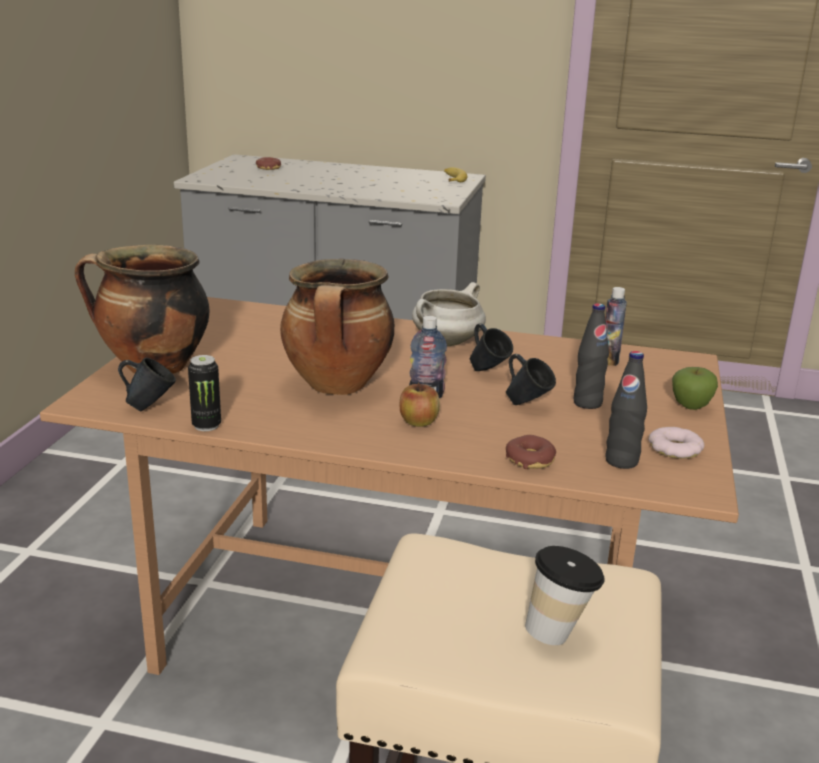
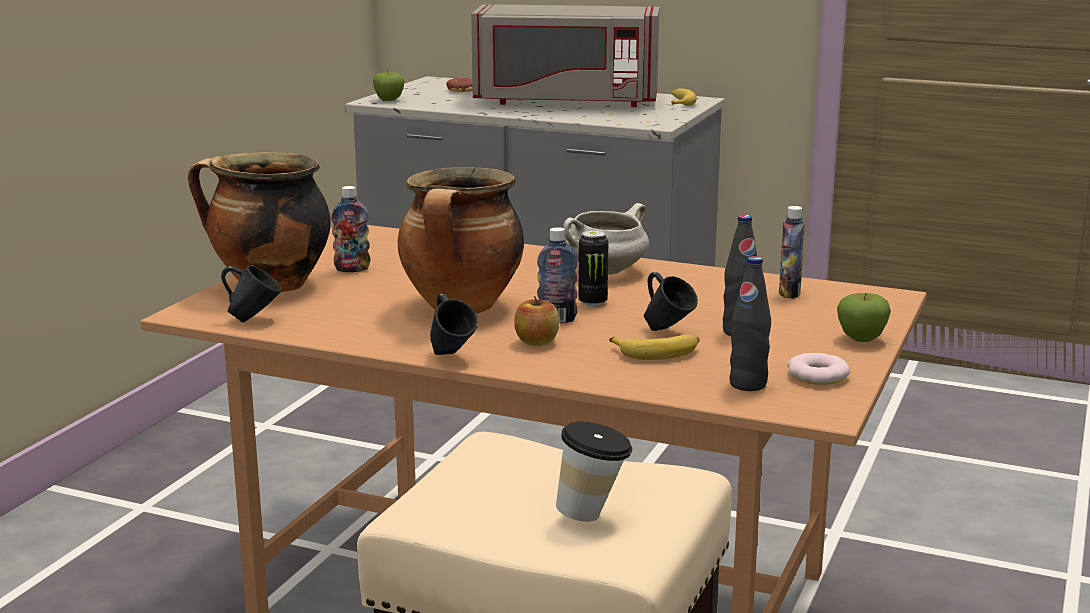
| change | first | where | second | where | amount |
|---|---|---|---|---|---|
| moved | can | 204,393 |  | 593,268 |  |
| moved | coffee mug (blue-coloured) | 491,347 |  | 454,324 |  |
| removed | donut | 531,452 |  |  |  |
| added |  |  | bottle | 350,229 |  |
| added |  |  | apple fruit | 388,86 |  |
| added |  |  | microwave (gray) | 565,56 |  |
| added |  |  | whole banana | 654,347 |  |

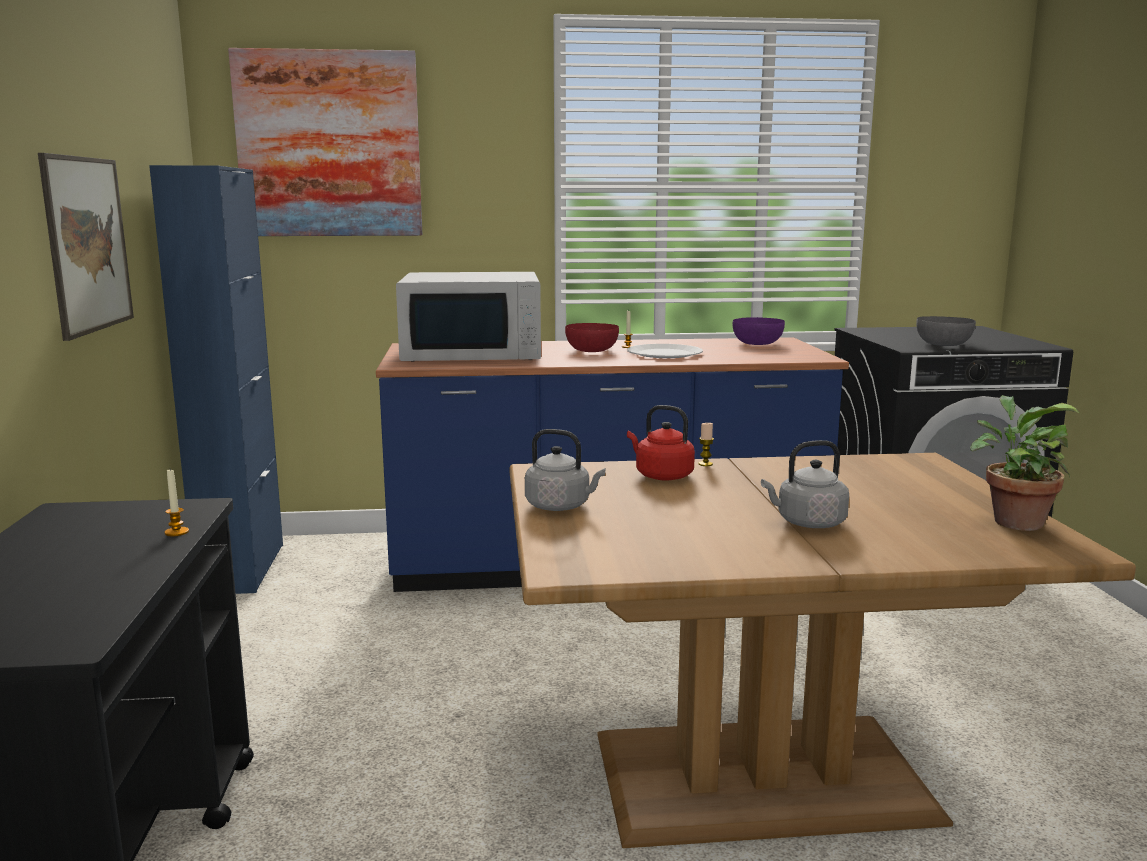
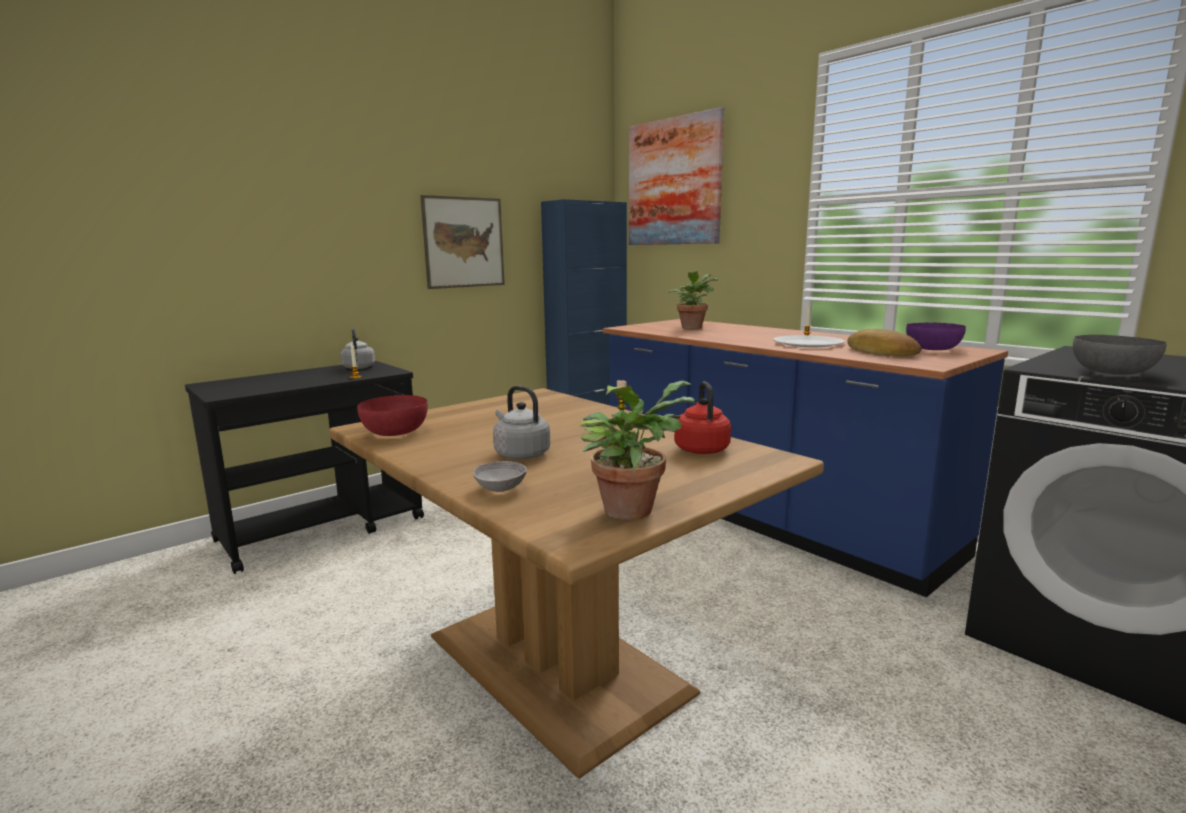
| change | first | where | second | where | amount |
|---|---|---|---|---|---|
| replaced | microwave (whitish) | 468,316 | plant in a pot | 693,300 |  |
| moved | tea kettle (gray) | 565,470 |  | 357,348 |  |
| moved | serving bowl (red-coloured) | 592,337 |  | 392,415 |  |
| moved | tea kettle (red-coloured) | 661,443 |  | 702,417 |  |
| added |  |  | serving bowl (gray) | 500,476 |  |
| added |  |  | baked bread | 884,342 |  |

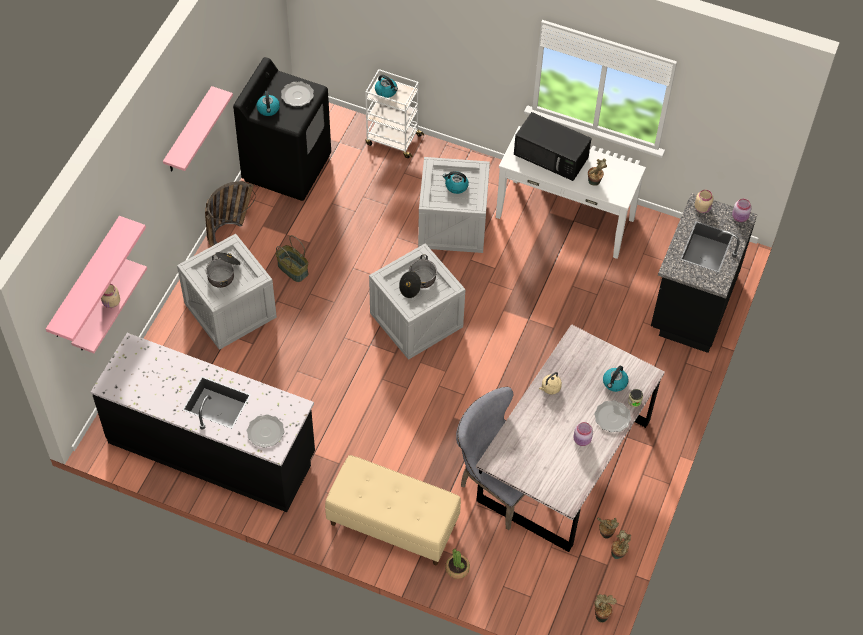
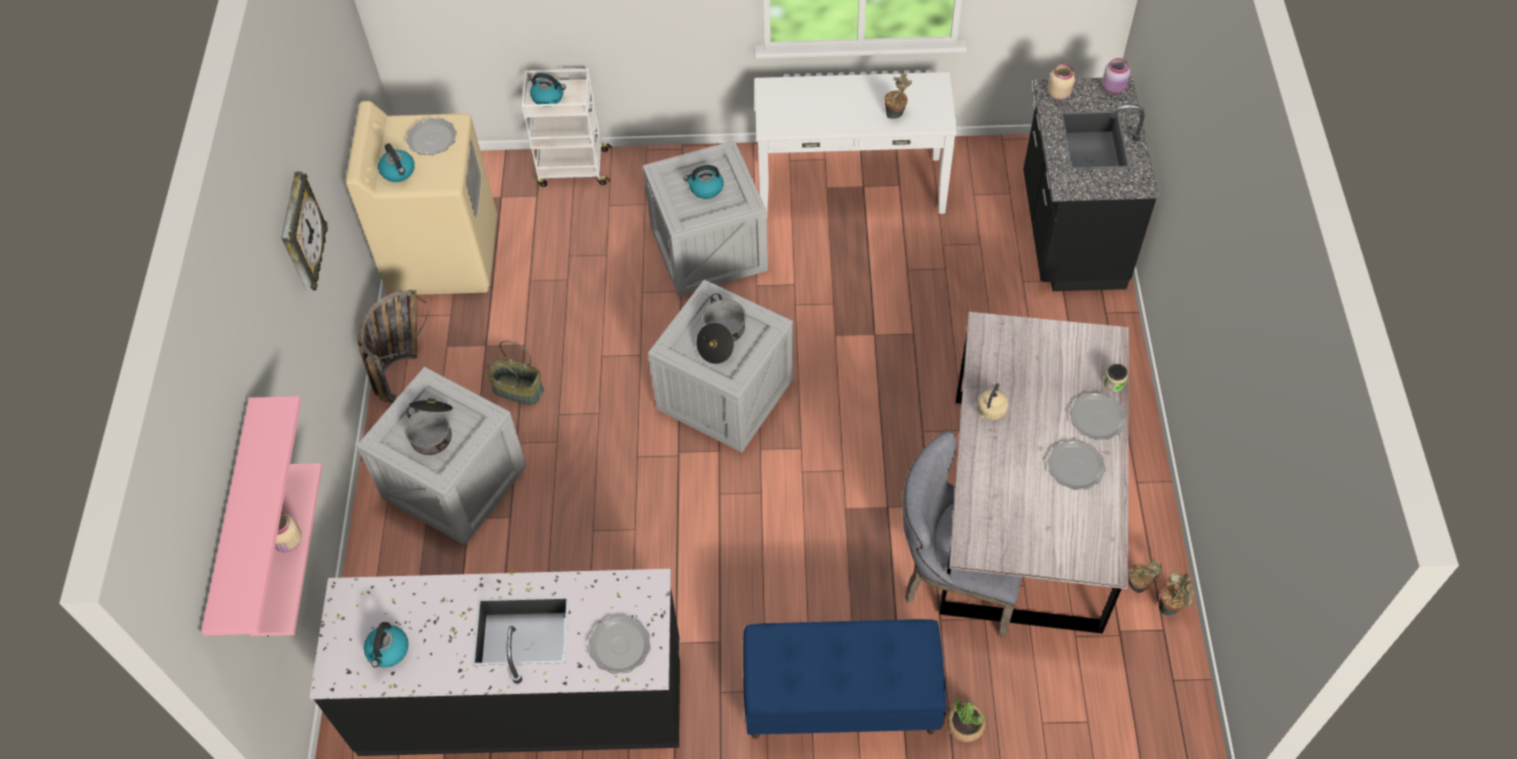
| change | first | where | second | where | amount |
|---|---|---|---|---|---|
| replaced | shelf (pinkish) | 198,129 | wall clock | 304,231 |  |
| recoloured | laundry appliance (black-coloured) | 282,129 | laundry appliance (beige) | 421,198 |  |
| recoloured | bench (beige) | 393,510 | bench (blue-coloured) | 844,679 |  |
| removed | microwave (black-coloured) | 553,146 |  |  |  |
| replaced | jar (pinkish) | 583,434 | flat dish | 1076,465 |  |
| removed | plant in a pot | 606,608 |  |  |  |
| moved | tea kettle | 616,378 |  | 386,645 |  |

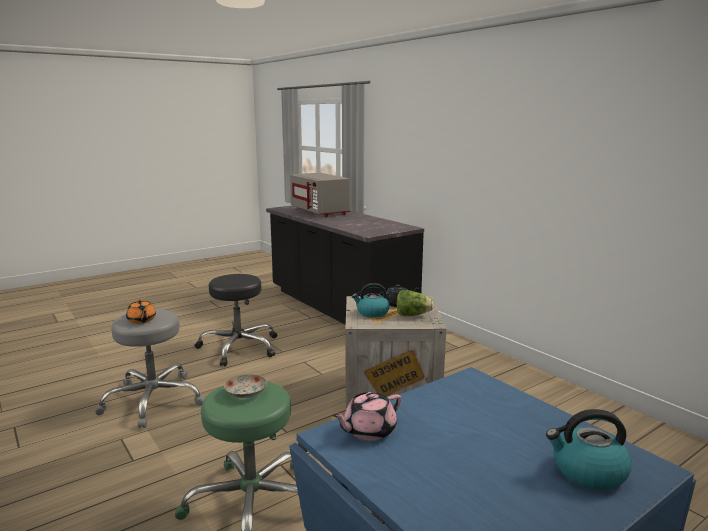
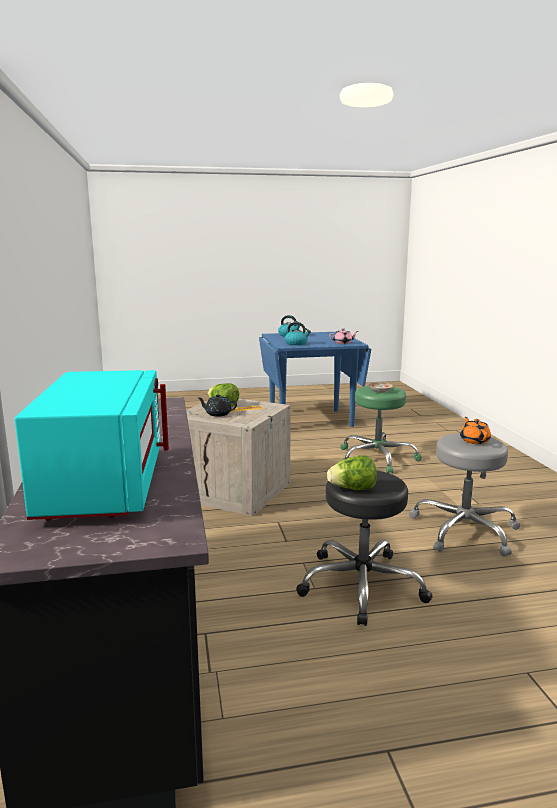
| change | first | where | second | where | amount |
|---|---|---|---|---|---|
| recoloured | microwave (gray) | 320,195 | microwave (turquoise-coloured) | 92,445 |  |
| moved | tea kettle | 371,300 |  | 298,333 |  |
| added |  |  | head of lettuce | 352,472 |  |

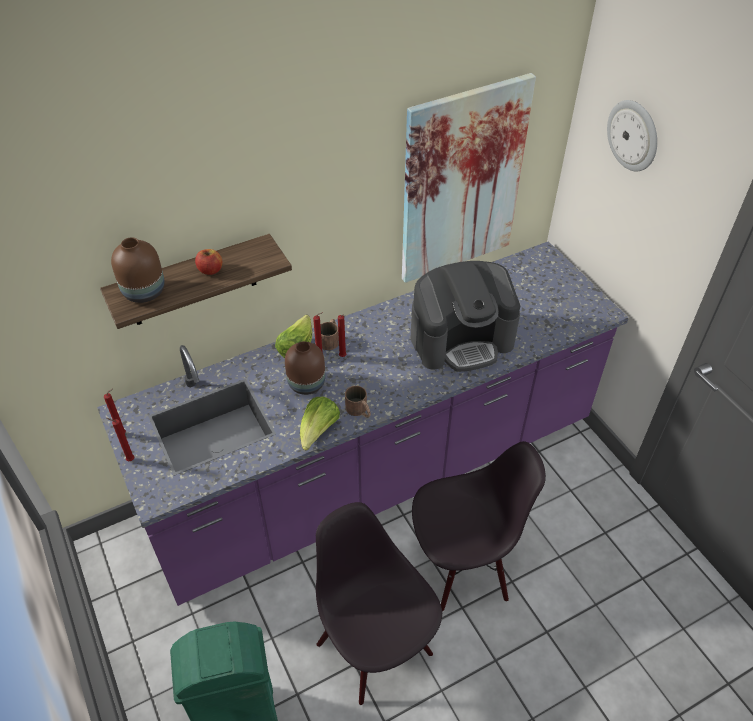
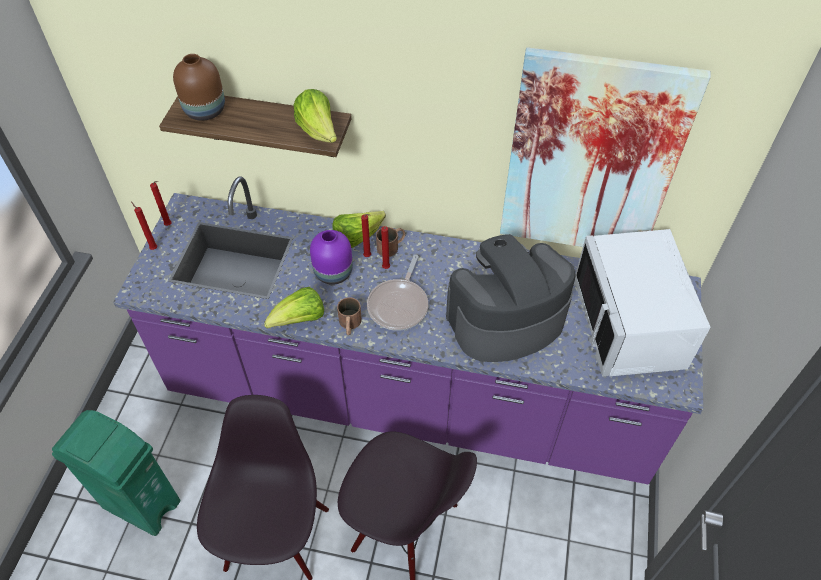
| change | first | where | second | where | amount |
|---|---|---|---|---|---|
| removed | apple fruit | 208,262 |  |  |  |
| recoloured | decorative vase (brownish) | 305,368 | decorative vase (purple-coloured) | 331,257 |  |
| turned | coffee maker | 465,316 |  | 510,298 | 135 degrees clockwise |
| removed | wall clock | 632,135 |  |  |  |
| added |  |  | head of lettuce | 315,116 |  |
| added |  |  | frying pan | 397,293 |  |
| added |  |  | microwave (whitish) | 642,303 |  |

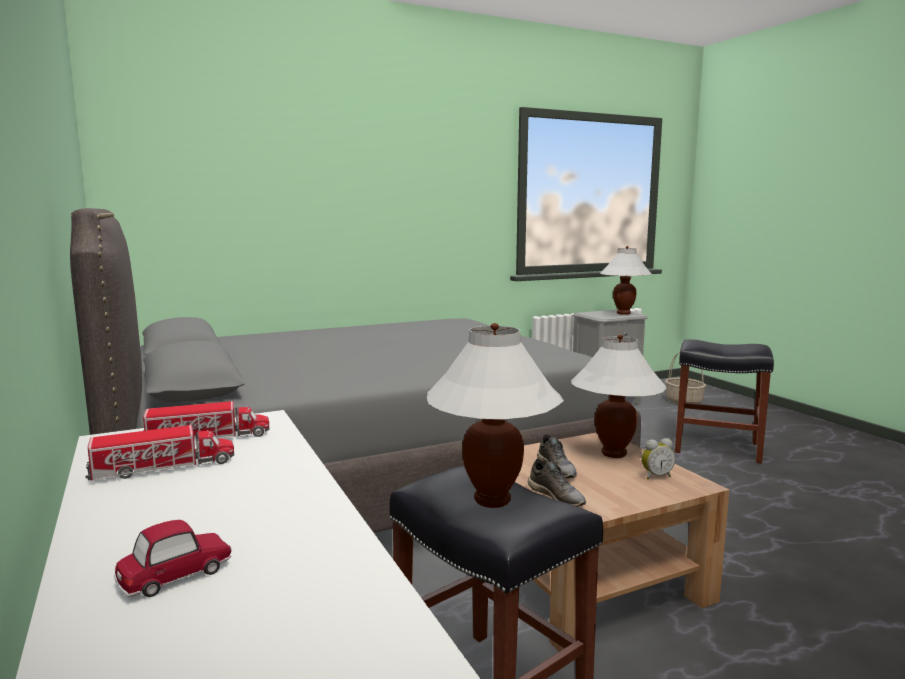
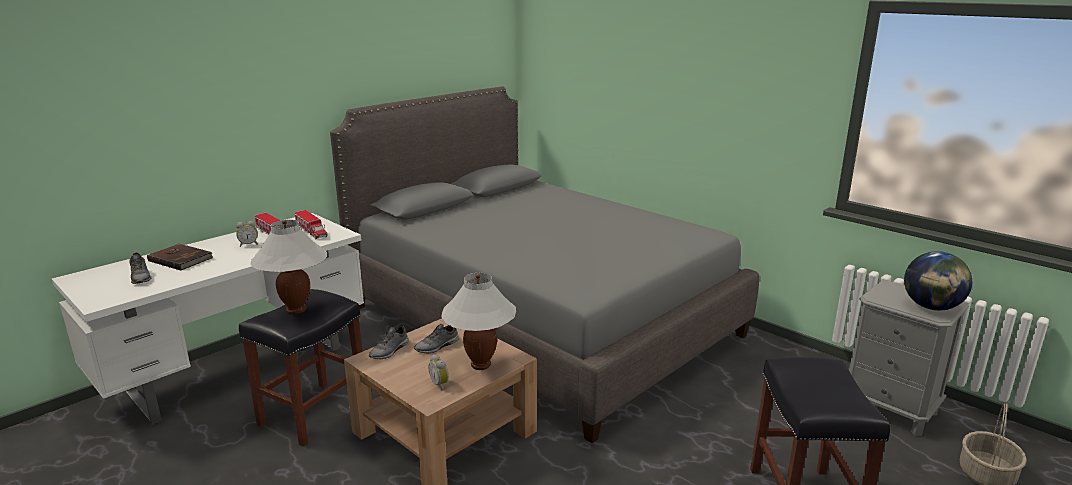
| change | first | where | second | where | amount |
|---|---|---|---|---|---|
| replaced | model car | 173,558 | bound book (brownish) | 180,257 |  |
| replaced | tabletop lamp (whitish) | 626,280 | globe | 938,280 |  |
| added |  |  | item of footwear (gray) | 140,268 |  |
| added |  |  | table clock | 247,234 |  |

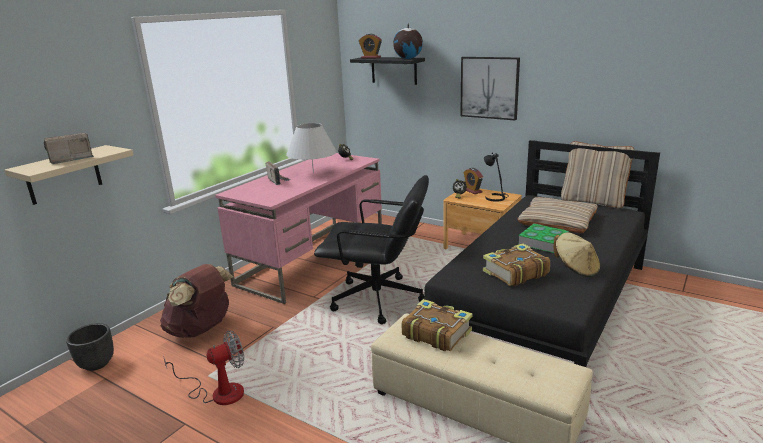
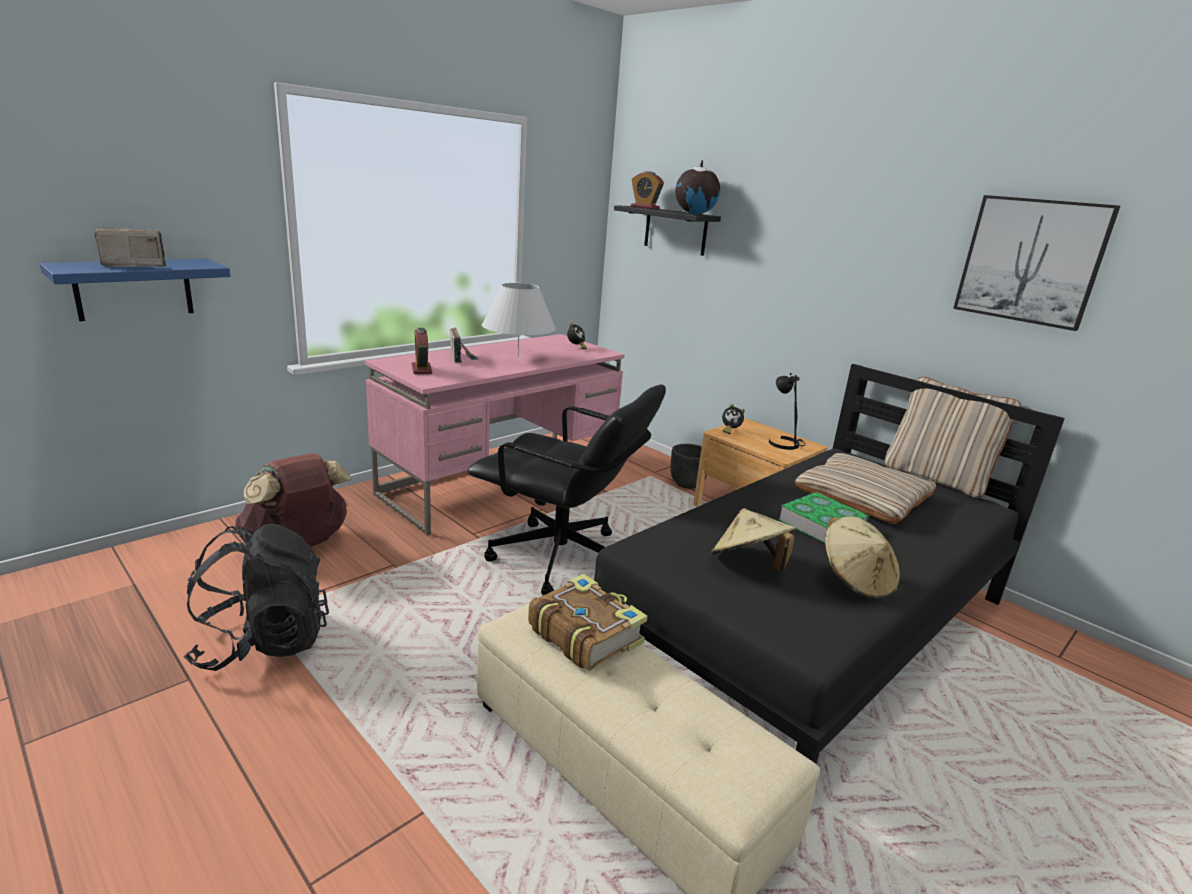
| change | first | where | second | where | amount |
|---|---|---|---|---|---|
| recoloured | shelf (beige) | 69,175 | shelf (blue-coloured) | 135,290 |  |
| moved | flower pot (black-coloured) | 90,347 |  | 689,466 |  |
| replaced | fan | 203,367 | knapsack (black-coloured) | 256,597 |  |
| moved | wall picture | 490,88 |  | 1036,263 |  |
| moved | table clock | 473,181 |  | 422,351 |  |
| replaced | bound book | 516,264 | clothing hat (beige) | 753,539 |  |

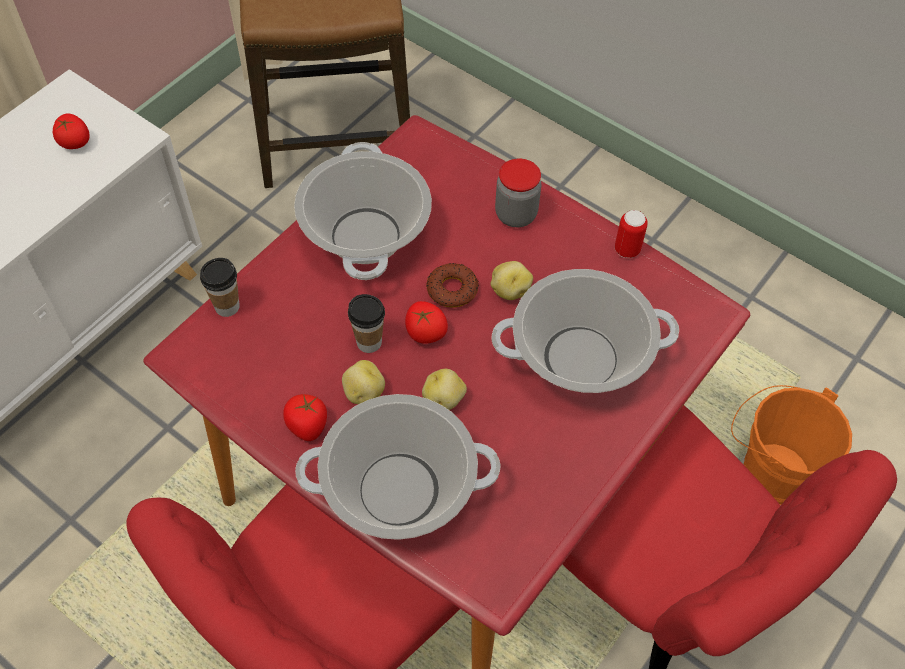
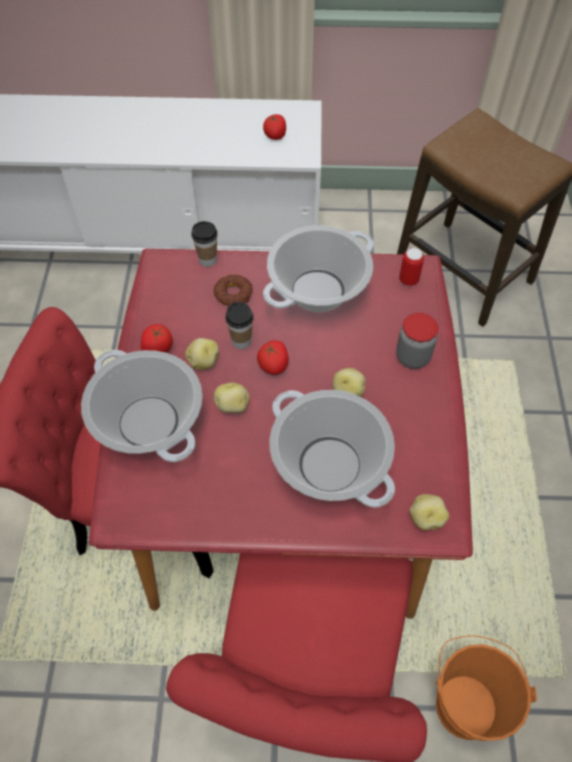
| change | first | where | second | where | amount |
|---|---|---|---|---|---|
| moved | donut | 452,285 |  | 233,290 |  |
| moved | can | 631,234 |  | 411,267 |  |
| added |  |  | potato | 429,512 |  |

